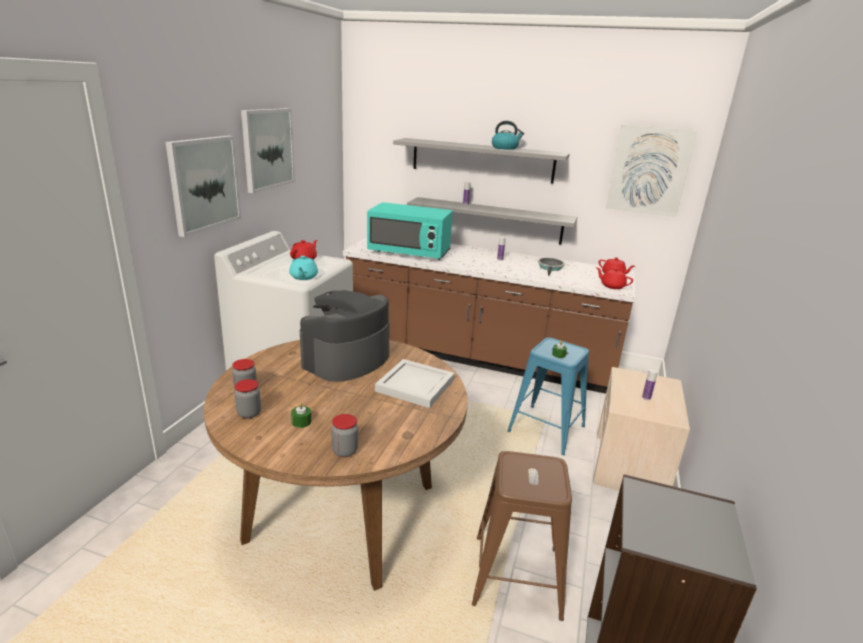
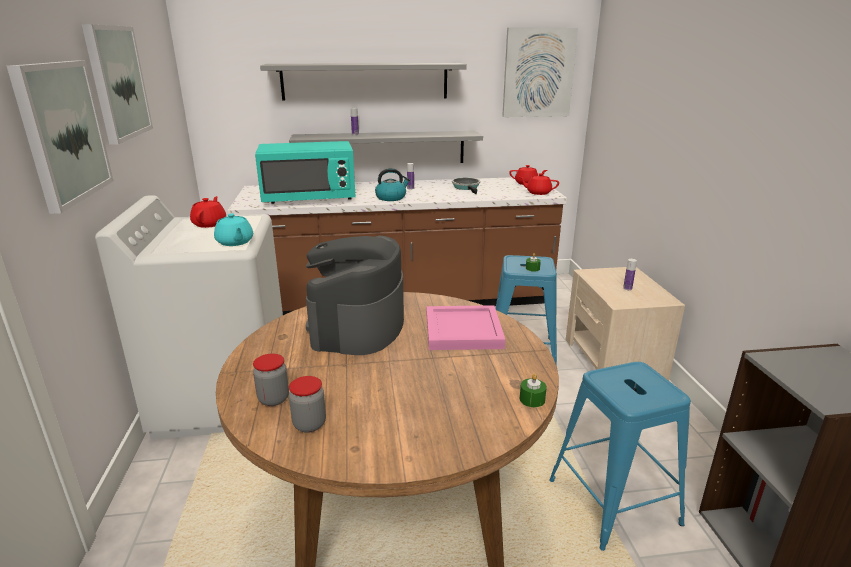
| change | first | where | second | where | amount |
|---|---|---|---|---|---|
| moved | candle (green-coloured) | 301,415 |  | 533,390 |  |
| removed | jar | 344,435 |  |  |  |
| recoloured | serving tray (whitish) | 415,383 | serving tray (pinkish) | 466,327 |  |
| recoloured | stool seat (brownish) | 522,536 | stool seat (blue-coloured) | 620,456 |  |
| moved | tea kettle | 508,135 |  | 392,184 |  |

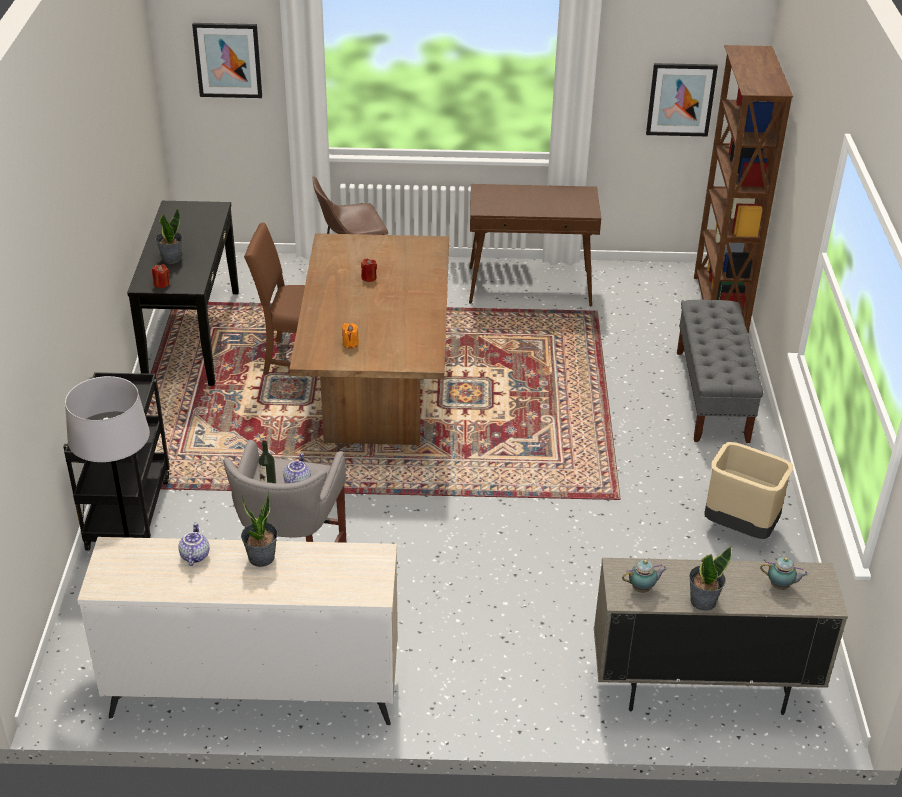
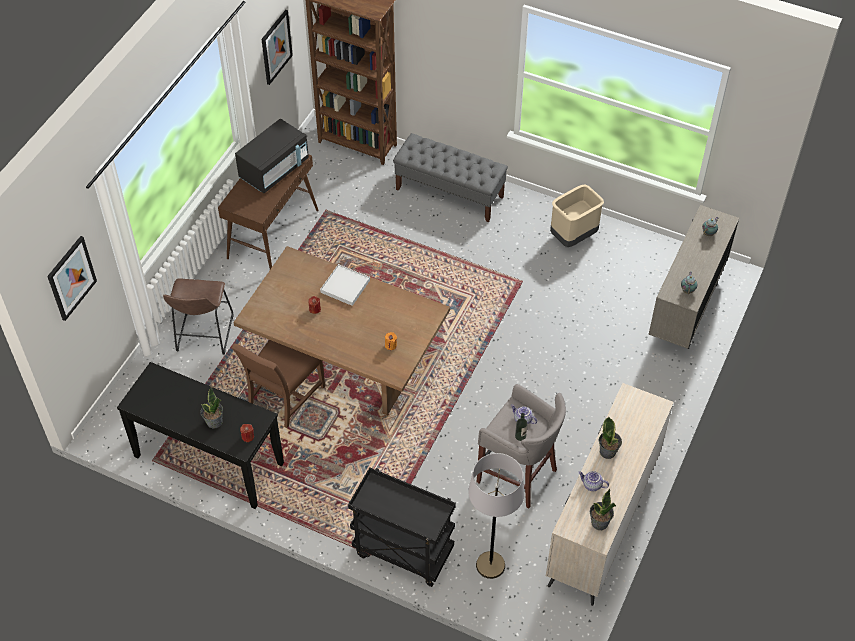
| change | first | where | second | where | amount |
|---|---|---|---|---|---|
| moved | plant in a pot | 710,578 |  | 603,509 |  |
| added |  |  | microwave (black-coloured) | 272,156 |  |
| added |  |  | serving tray (whitish) | 345,285 |  |

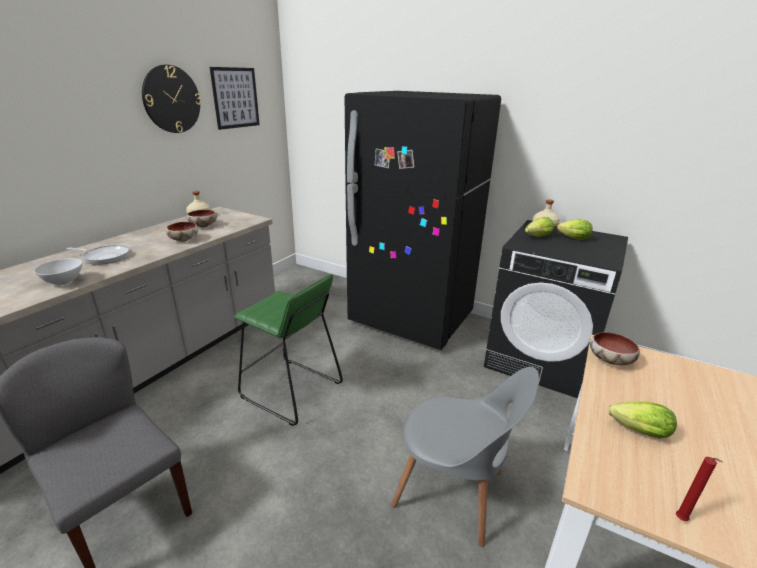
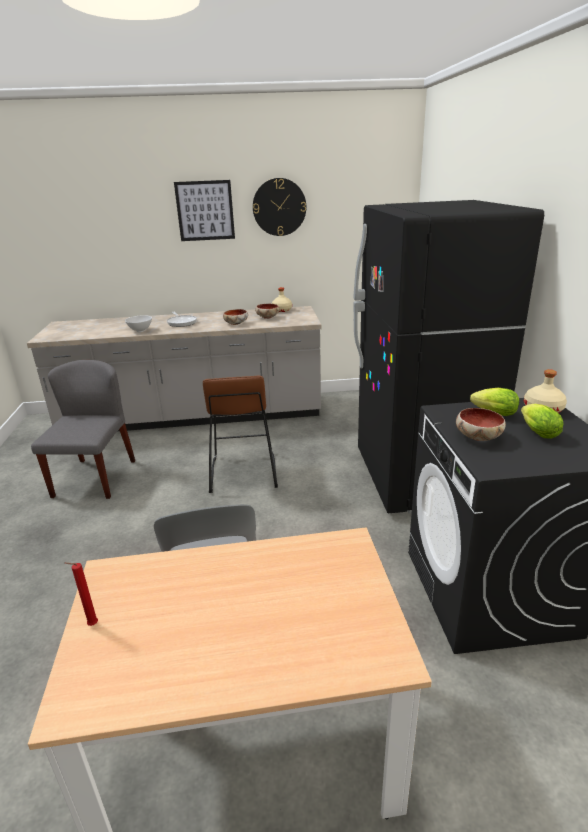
| change | first | where | second | where | amount |
|---|---|---|---|---|---|
| moved | wall picture | 235,98 |  | 204,210 |  |
| recoloured | stool seat (green-coloured) | 288,350 | stool seat (brownish) | 240,434 |  |
| moved | serving bowl | 615,348 |  | 481,424 |  |
| removed | head of lettuce | 643,419 |  |  |  |

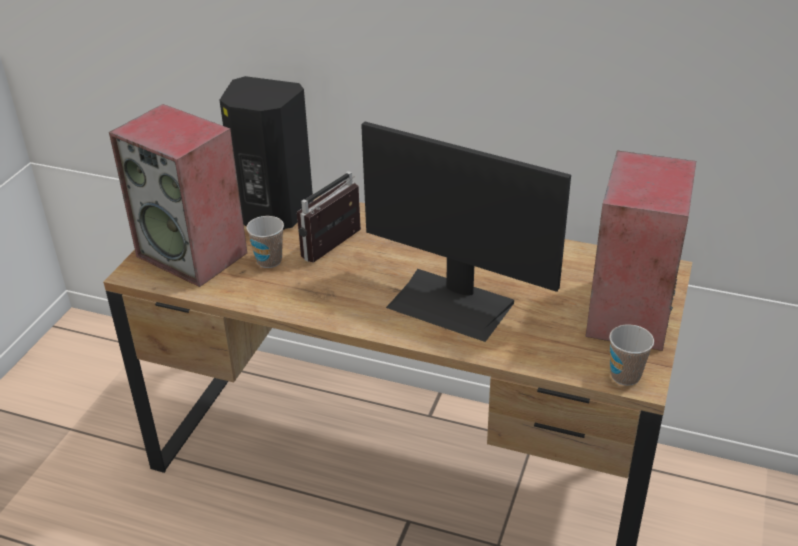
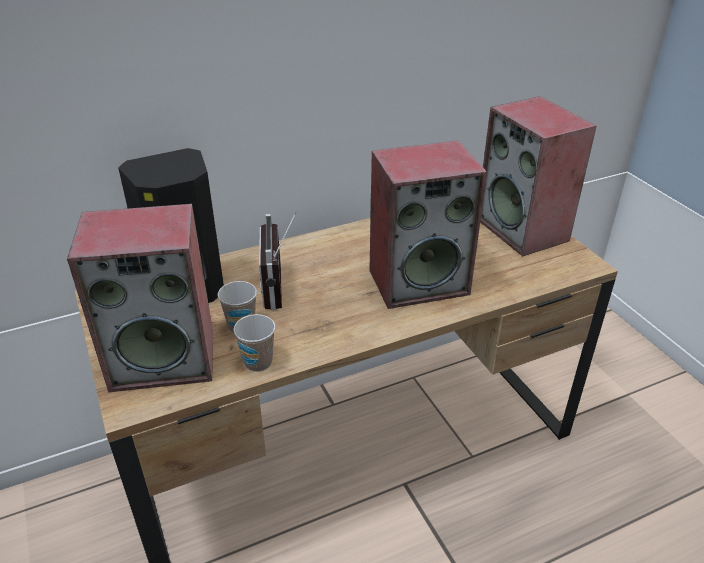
| change | first | where | second | where | amount |
|---|---|---|---|---|---|
| replaced | computer display | 466,232 | audio speaker | 428,224 |  |
| moved | cup | 631,355 |  | 254,343 |  |

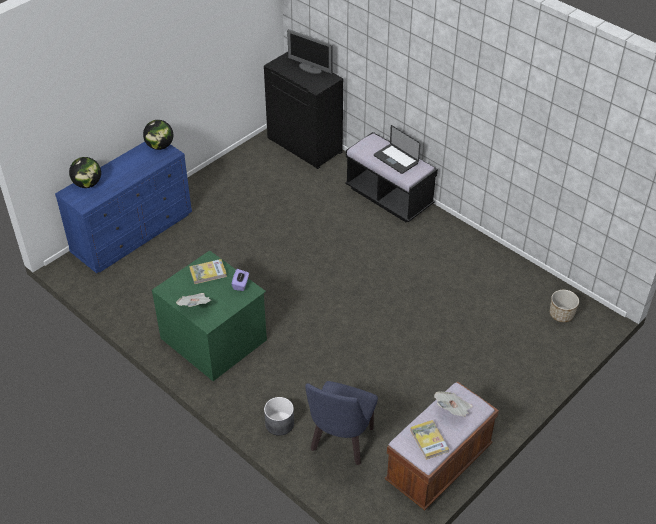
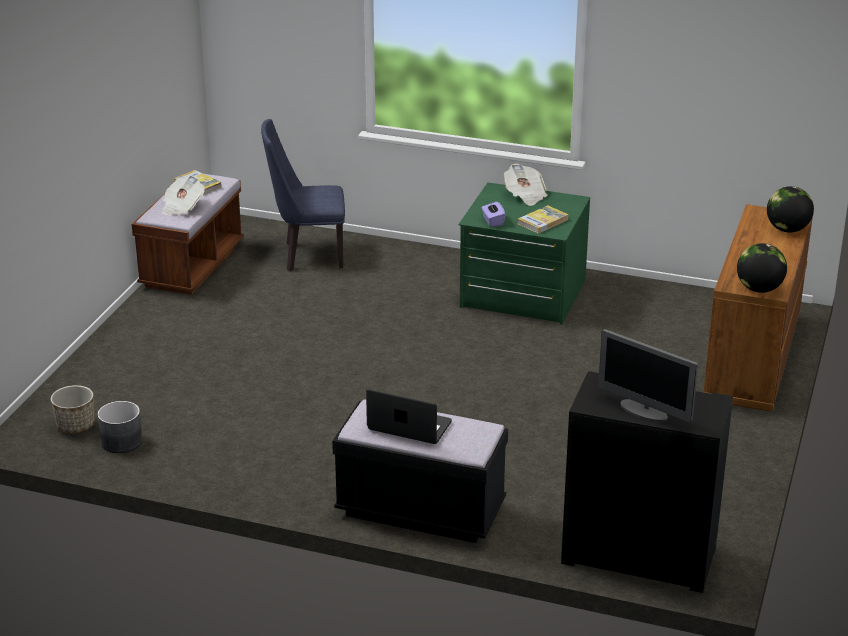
| change | first | where | second | where | amount |
|---|---|---|---|---|---|
| recoloured | dresser (blue-coloured) | 123,207 | dresser (brownish) | 758,308 |  |
| moved | flower pot (gray) | 279,416 |  | 120,427 |  |
| turned | computer display | 310,51 |  | 648,375 | 150 degrees counterclockwise |
| turned | plain chair (blue-coloured) | 341,423 |  | 303,195 | 90 degrees counterclockwise |

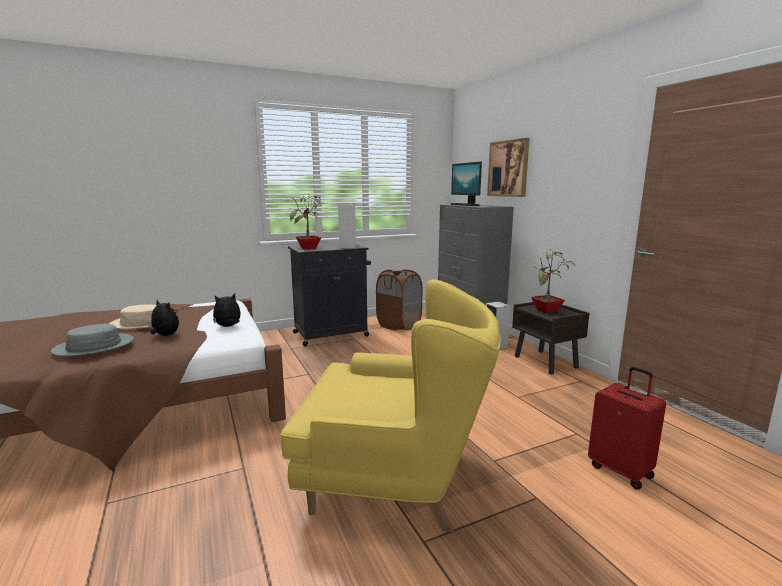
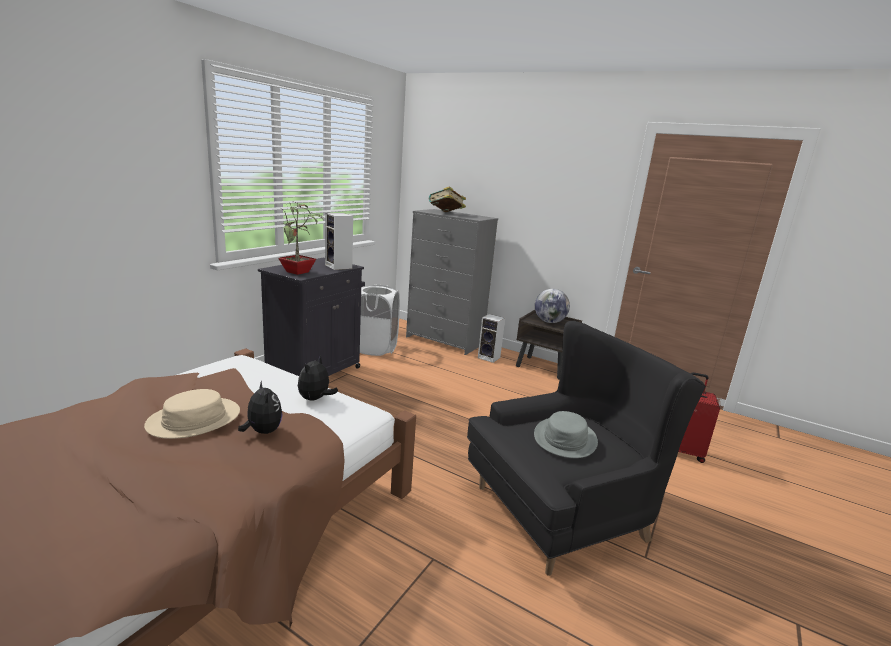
| change | first | where | second | where | amount |
|---|---|---|---|---|---|
| moved | clothing hat (gray) | 92,340 |  | 566,434 |  |
| turned | soft toy | 163,317 |  | 260,407 | 60 degrees clockwise |
| recoloured | easy chair (yellow) | 390,405 | easy chair (black-coloured) | 586,448 |  |
| recoloured | washing basket (brownish) | 399,300 | washing basket (whitish) | 380,320 |  |
| replaced | computer display | 466,184 | bound book | 447,199 |  |
| removed | wall picture | 508,167 |  |  |  |
| replaced | plant in a pot | 553,281 | globe | 552,306 |  |

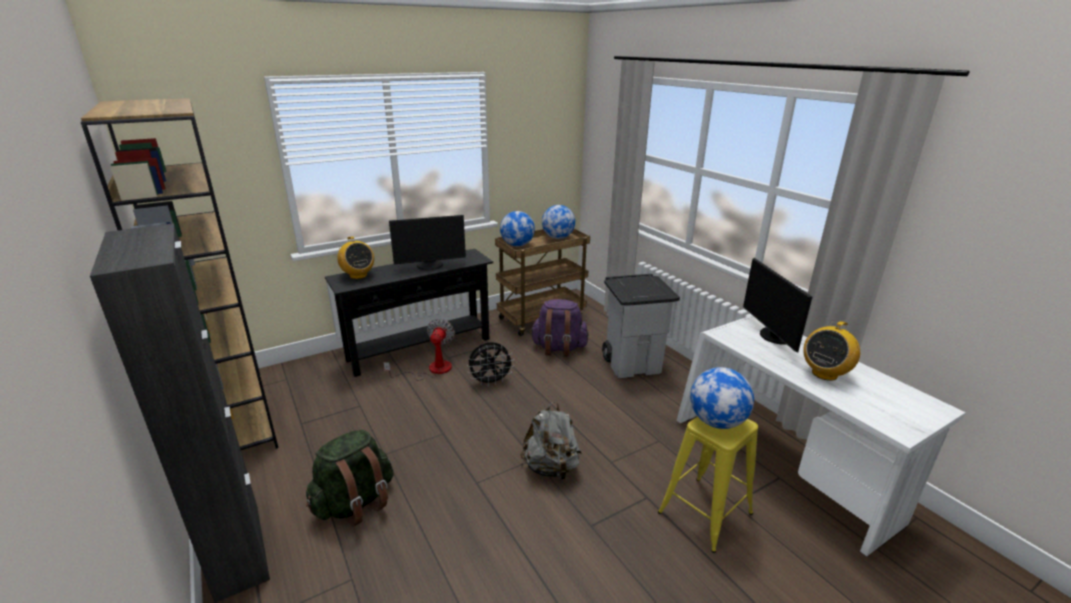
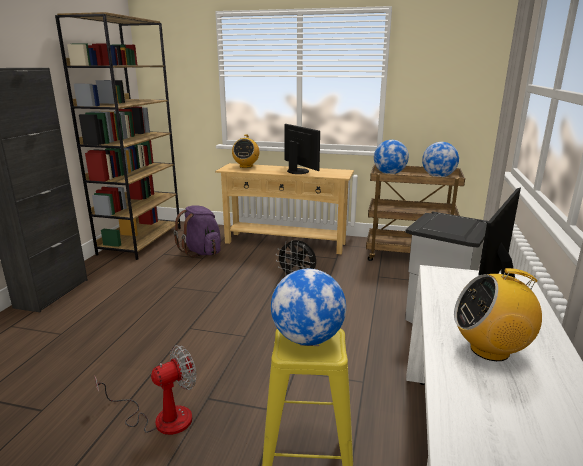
| change | first | where | second | where | amount |
|---|---|---|---|---|---|
| removed | knapsack (green-coloured) | 350,478 |  |  |  |
| recoloured | hall table (black-coloured) | 409,313 | hall table (beige) | 284,208 |  |
| moved | fan | 419,349 |  | 145,390 |  |
| turned | computer display | 427,242 |  | 302,149 | 150 degrees counterclockwise |
| removed | knapsack (gray) | 551,441 |  |  |  |
| moved | knapsack (purple-coloured) | 559,327 |  | 197,231 |  |

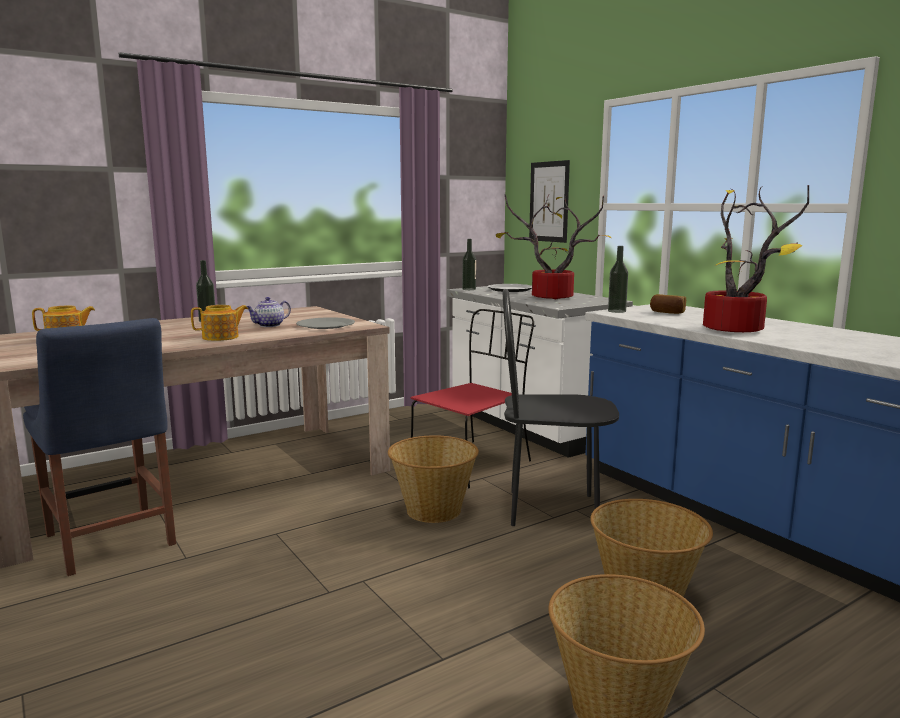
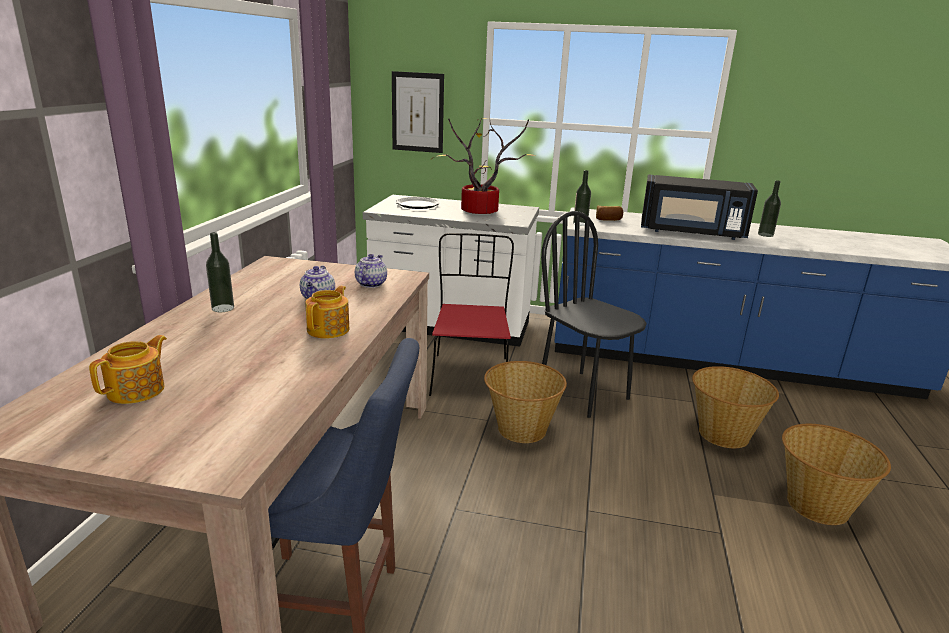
| change | first | where | second | where | amount |
|---|---|---|---|---|---|
| replaced | flat dish (gray) | 325,323 | tea pot | 371,271 |  |
| moved | bottle | 469,264 |  | 769,208 |  |
| turned | plain chair (black-coloured) | 561,407 |  | 594,314 | 90 degrees clockwise |
| replaced | plant in a pot | 756,258 | microwave (black-coloured) | 699,207 |  |

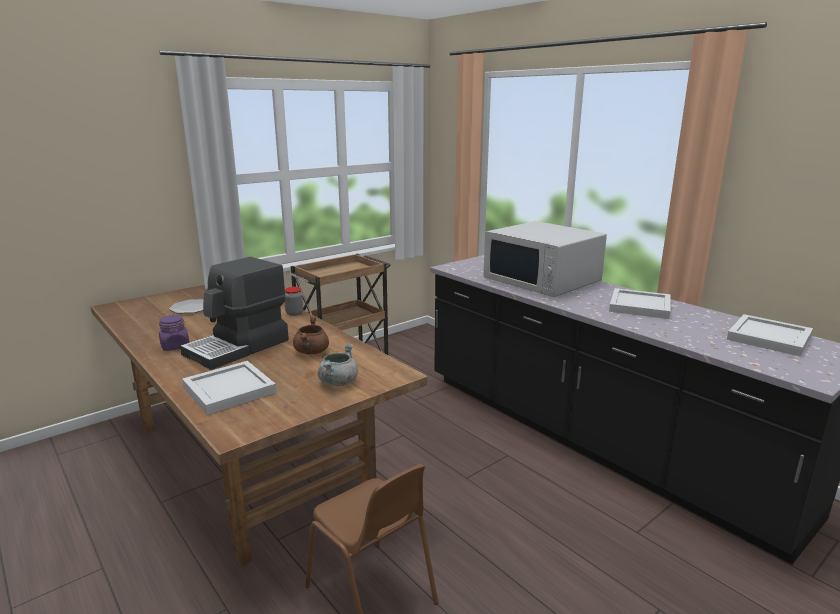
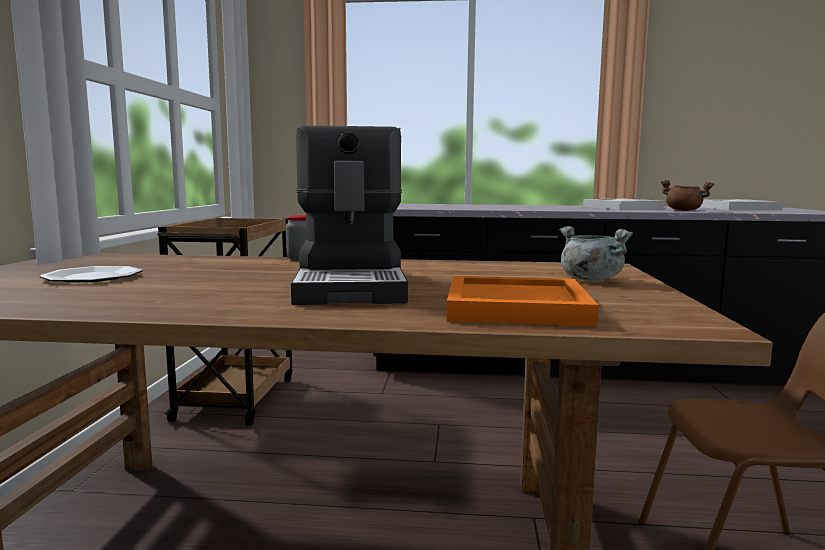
| change | first | where | second | where | amount |
|---|---|---|---|---|---|
| removed | jar (purple-coloured) | 174,333 |  |  |  |
| recoloured | serving tray (whitish) | 229,388 | serving tray (orange-coloured) | 523,301 |  |
| moved | saucepot (brownish) | 311,335 |  | 687,195 |  |
| removed | microwave (whitish) | 545,259 |  |  |  |

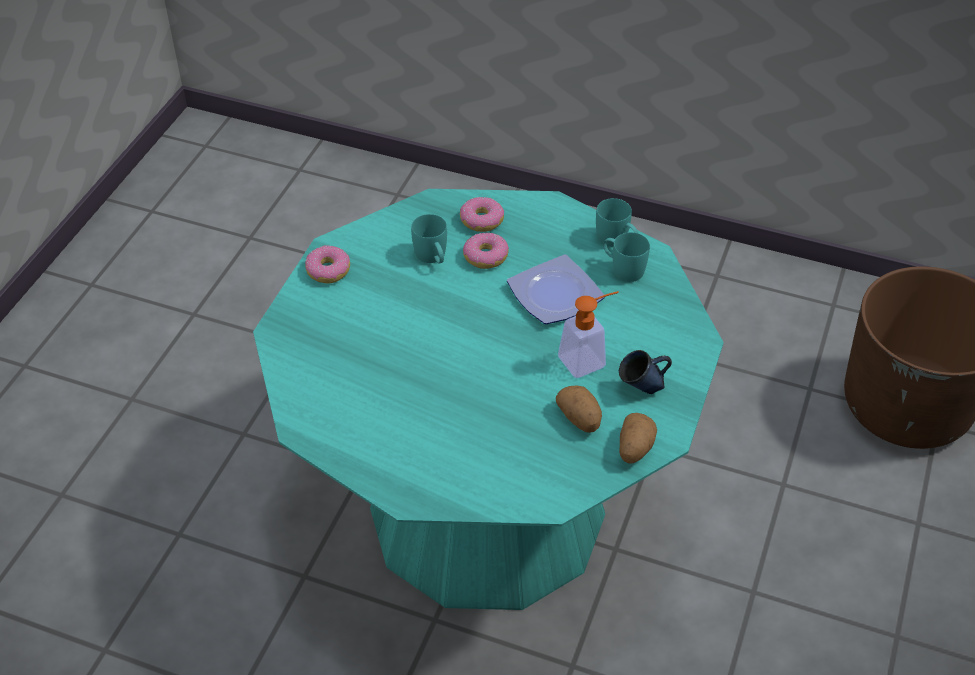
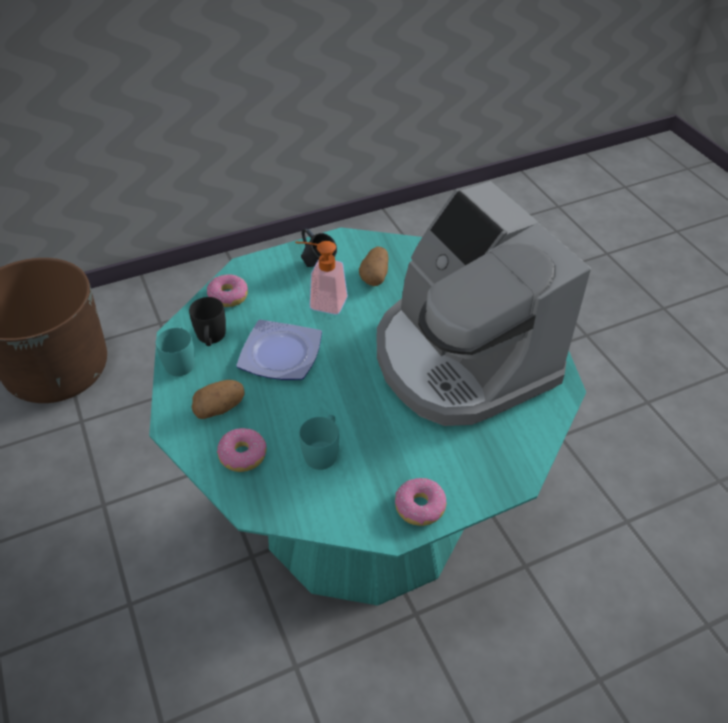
| change | first | where | second | where | amount |
|---|---|---|---|---|---|
| moved | donut | 486,251 |  | 227,290 |  |
| recoloured | coffee mug (turquoise-coloured) | 626,257 | coffee mug (black-coloured) | 207,321 |  |
| moved | potato | 638,438 |  | 218,399 |  |
| added |  |  | coffee maker | 484,303 |  |

